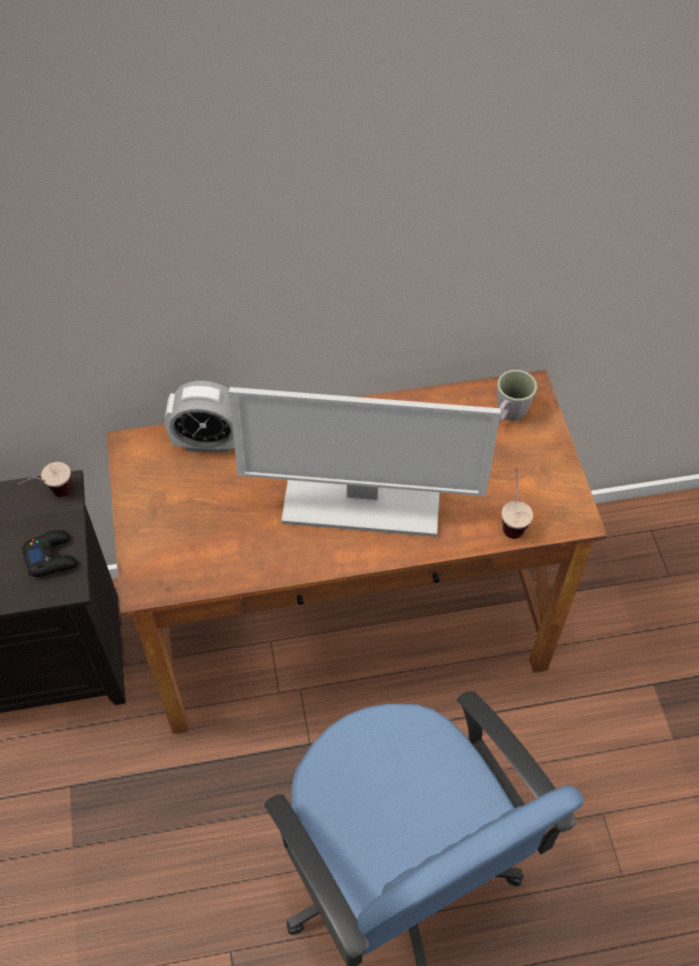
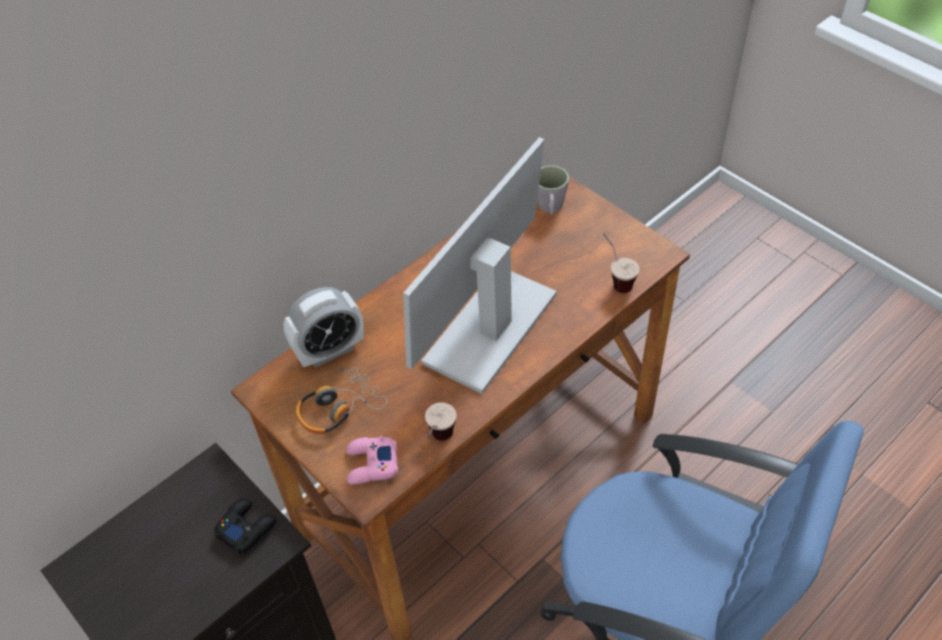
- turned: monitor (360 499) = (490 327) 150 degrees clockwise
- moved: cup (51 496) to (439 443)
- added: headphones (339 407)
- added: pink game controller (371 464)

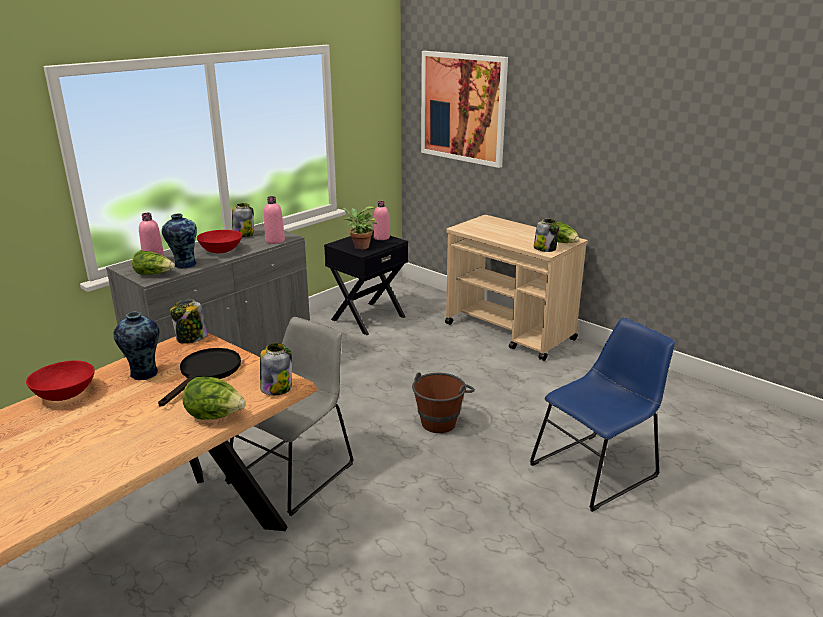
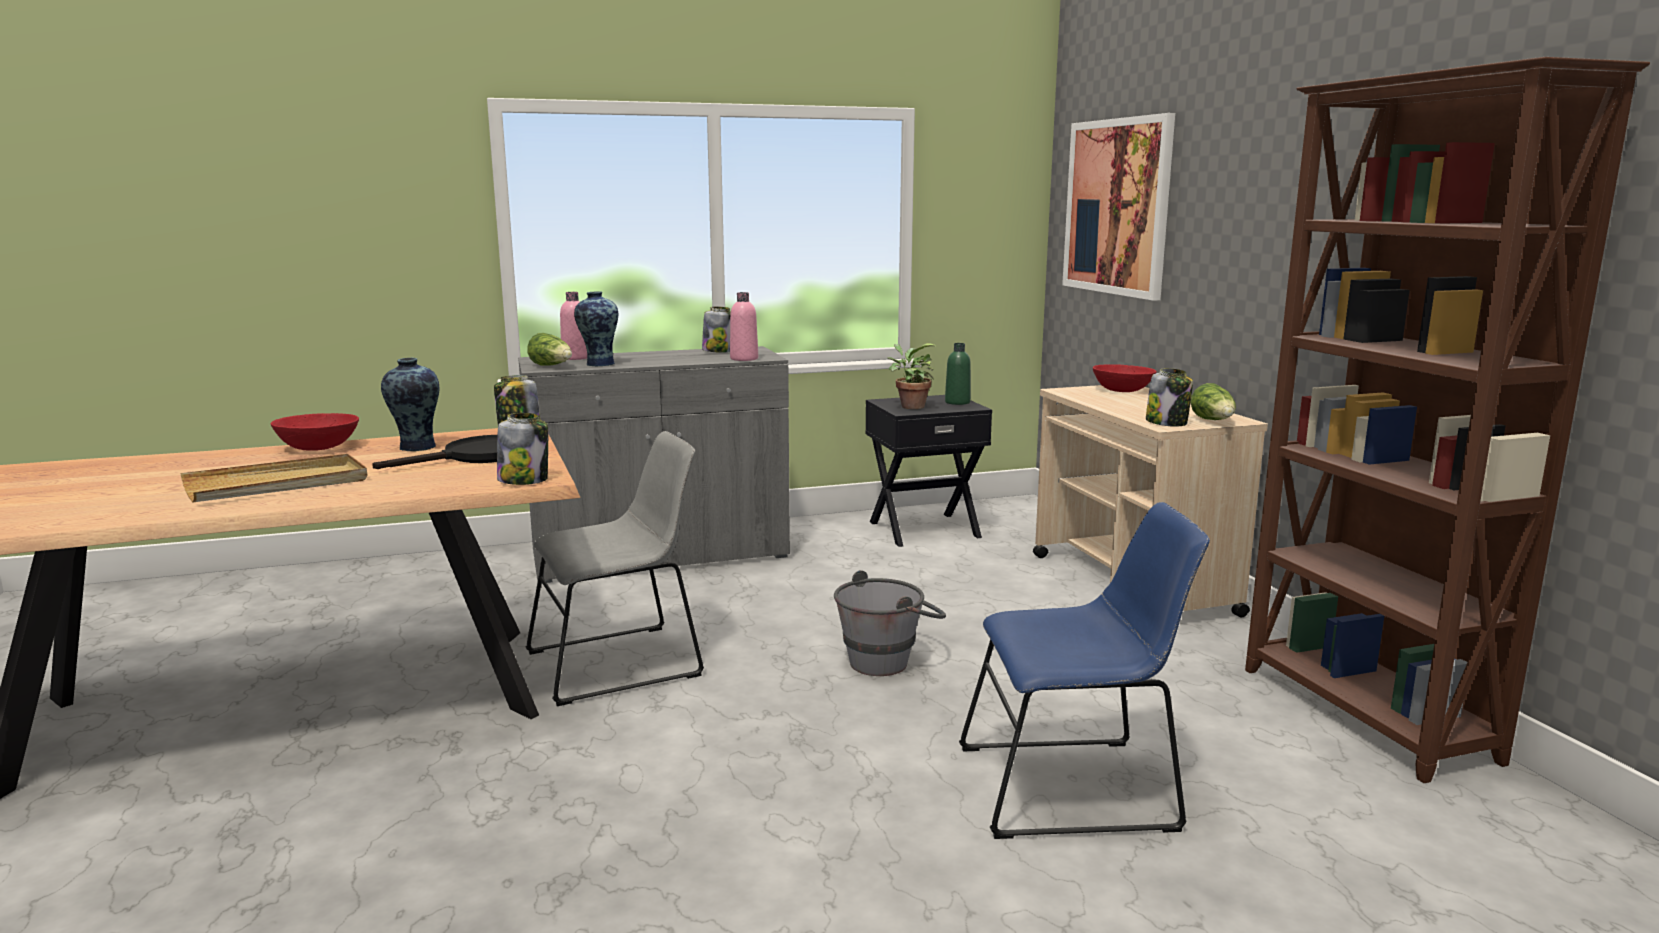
- recoloured: pink bottle (381 238) to green bottle (957 402)
- moved: red bowl (221 251) to (1122 390)
- recoloured: brown bucket (441 419) to grey bucket (889 660)
- removed: lettuce (215 416)
- added: brown bookcase (1364 715)
- added: beige tray (278 484)

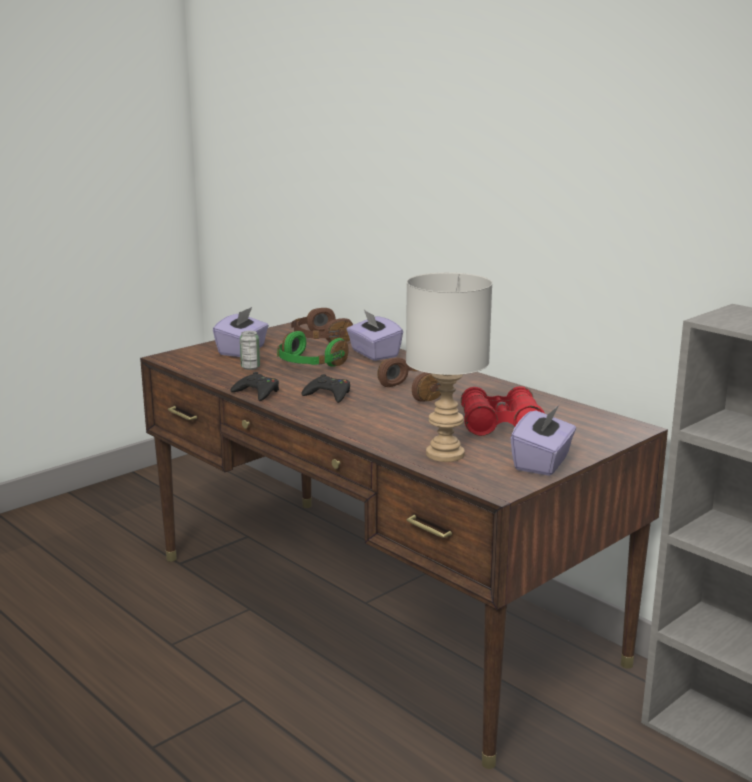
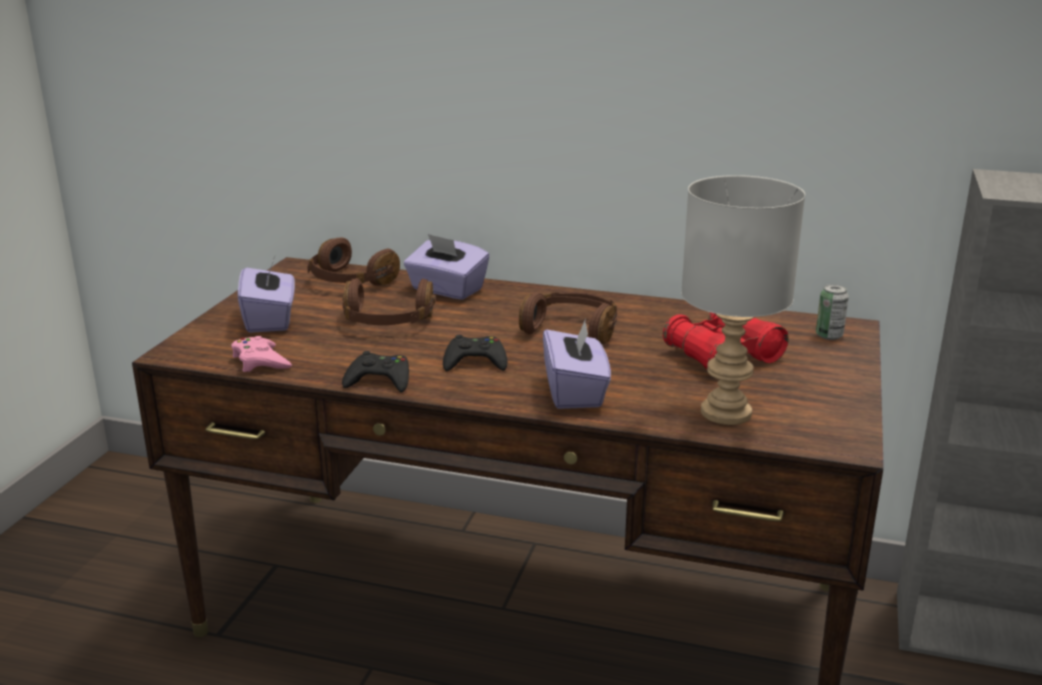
- moved: can (250 367) to (829 335)
- recoloured: green headphones (309 364) to brown headphones (388 322)
- moved: purple tissue box (542 463) to (575 392)
- added: pink game controller (260 361)

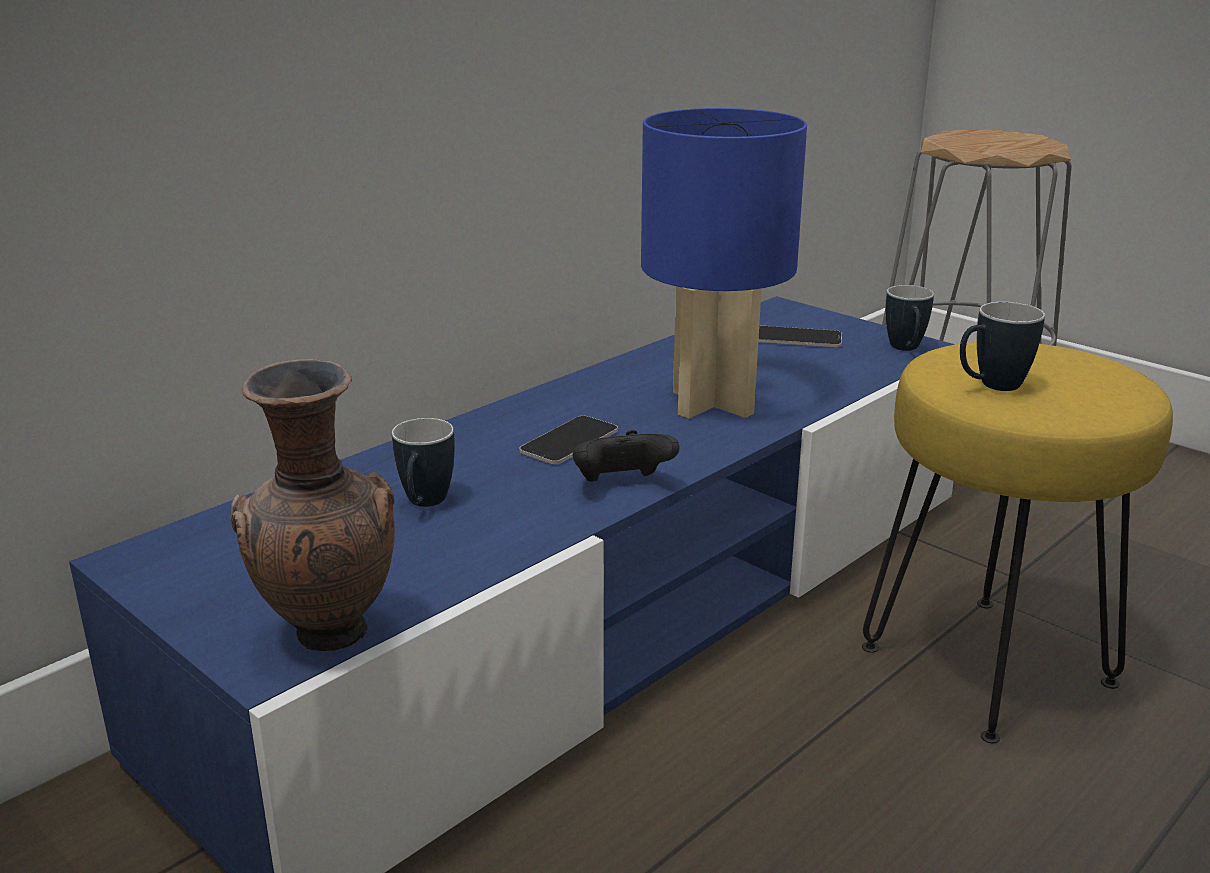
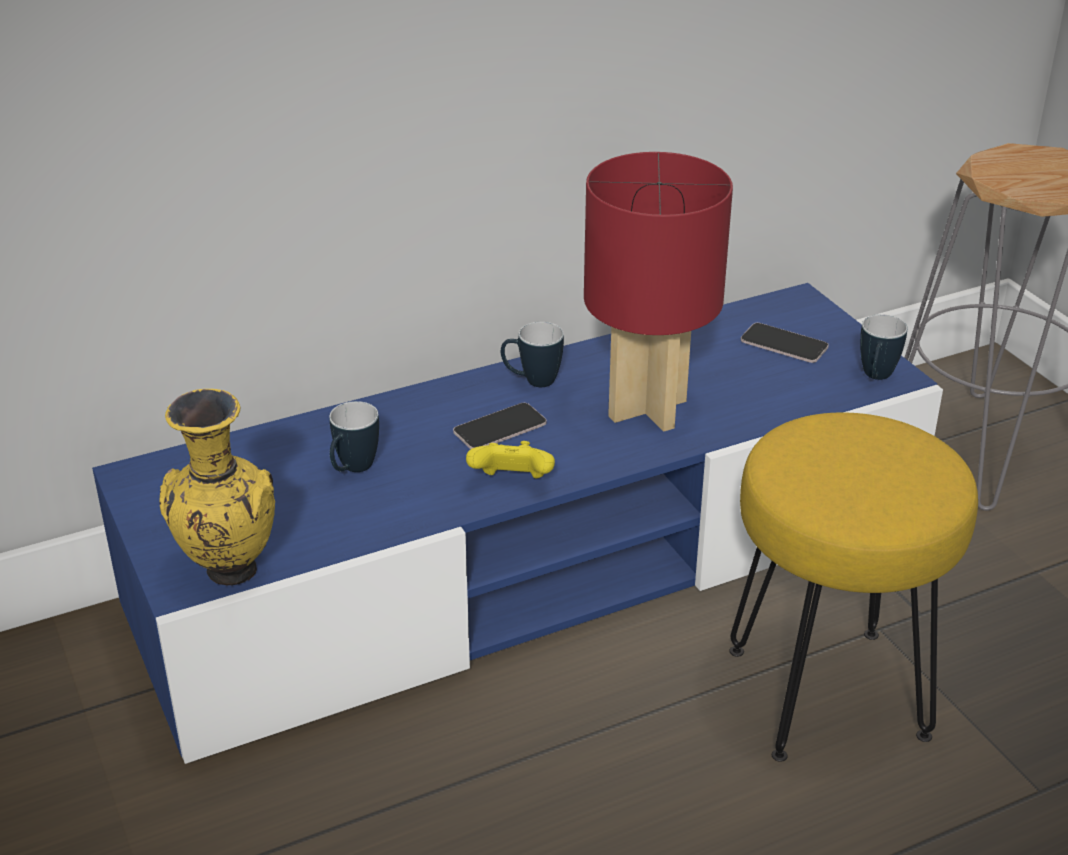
- recoloured: blue table lamp (712 404) to red table lamp (646 409)
- moved: mug (990 387) to (532 381)
- recoloured: brown vase (328 637) to yellow vase (228 573)
- recoloured: black game controller (622 485) to yellow game controller (512 483)

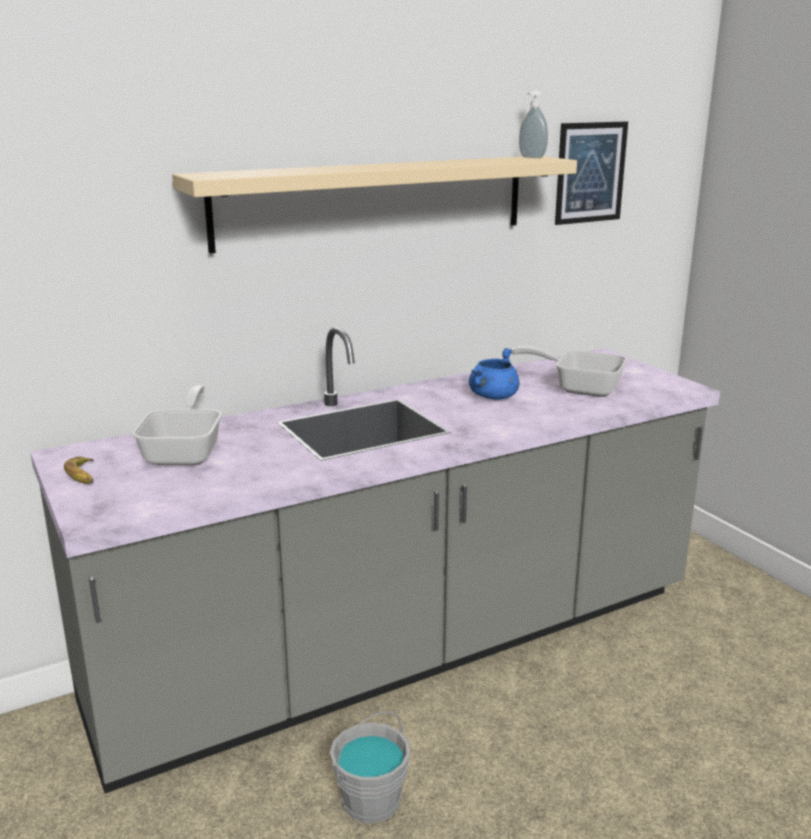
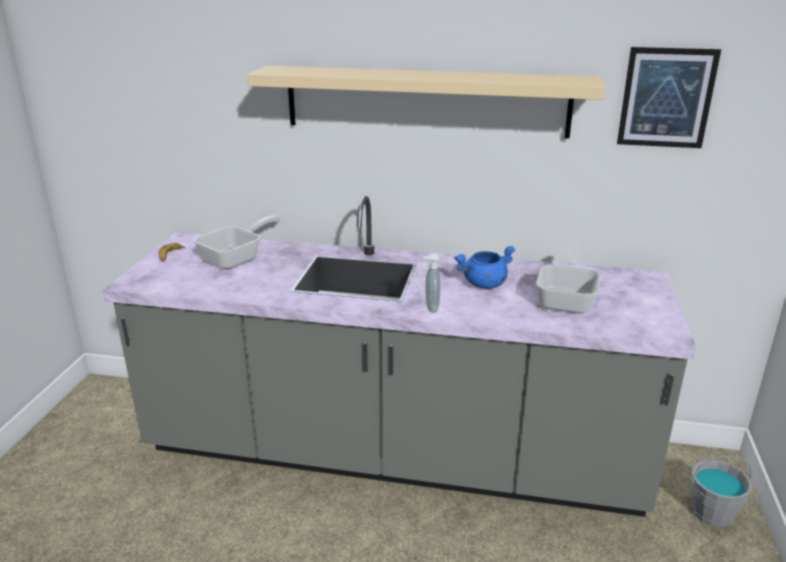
- moved: soap dispenser (531 157) to (430 308)
- turned: frying pan (579 387) = (567 299) 45 degrees clockwise
- moved: grey bucket (371 800) to (712 512)

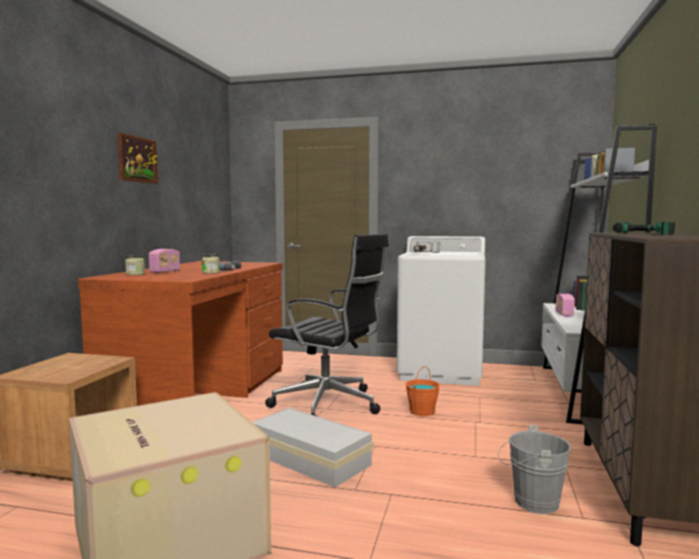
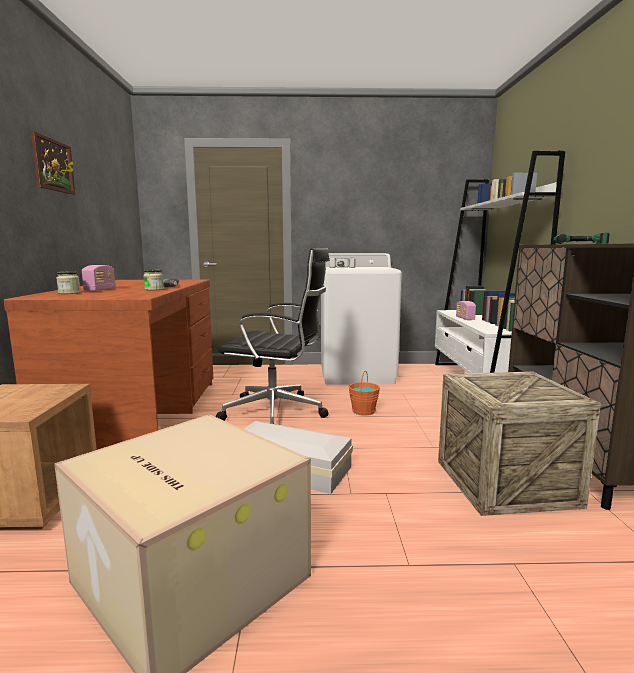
- replaced: grey bucket (531 502) to crate (505 483)

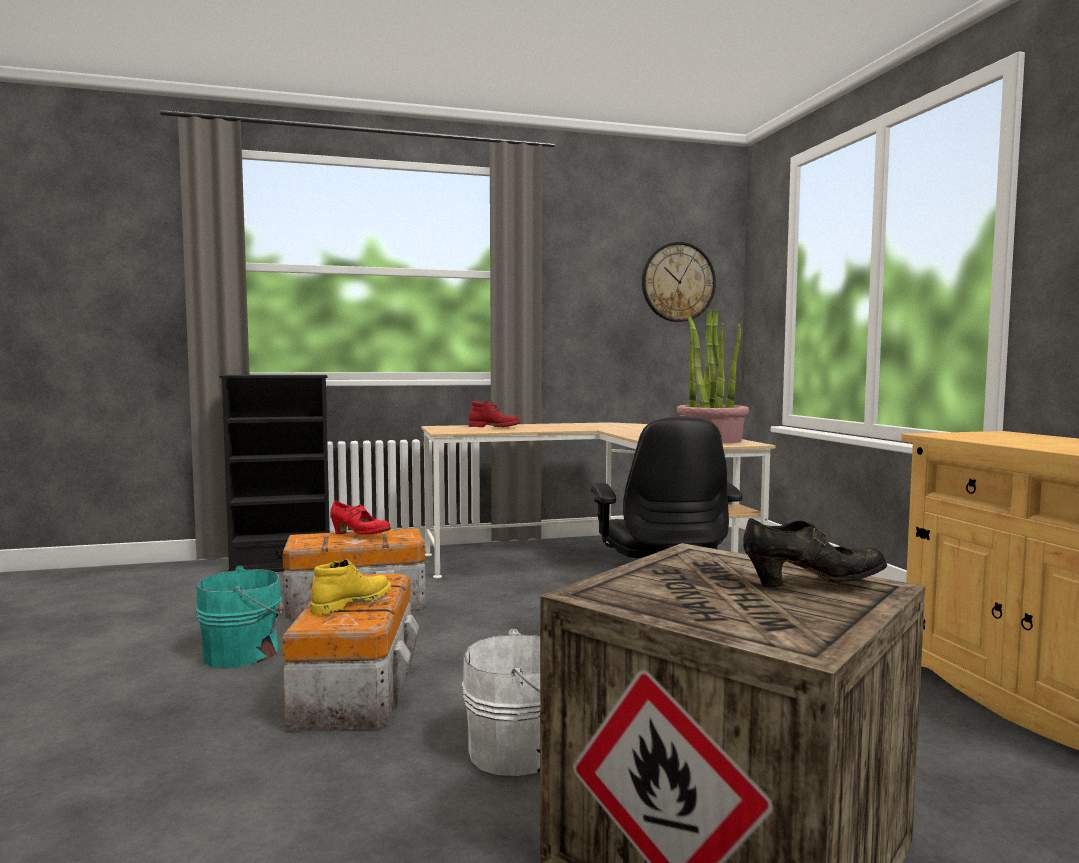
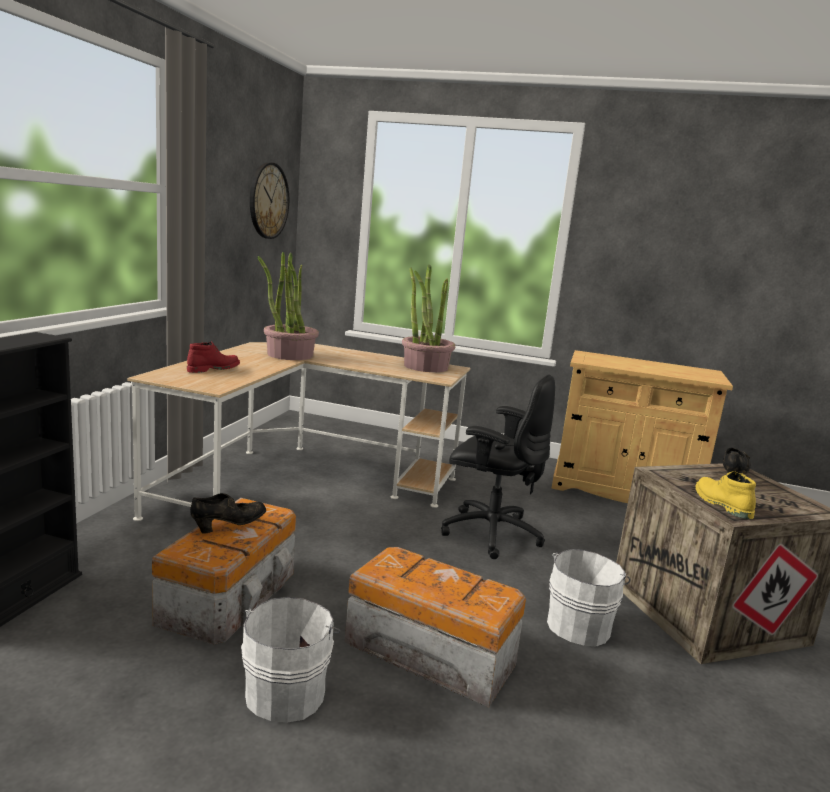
- recoloured: red shoe (359 535) to black shoe (229 526)
- moved: yellow boot (351 603) to (721 504)
- recoloured: turquoise bucket (245 653) to white bucket (287 691)
- added: potted plant (289 355)

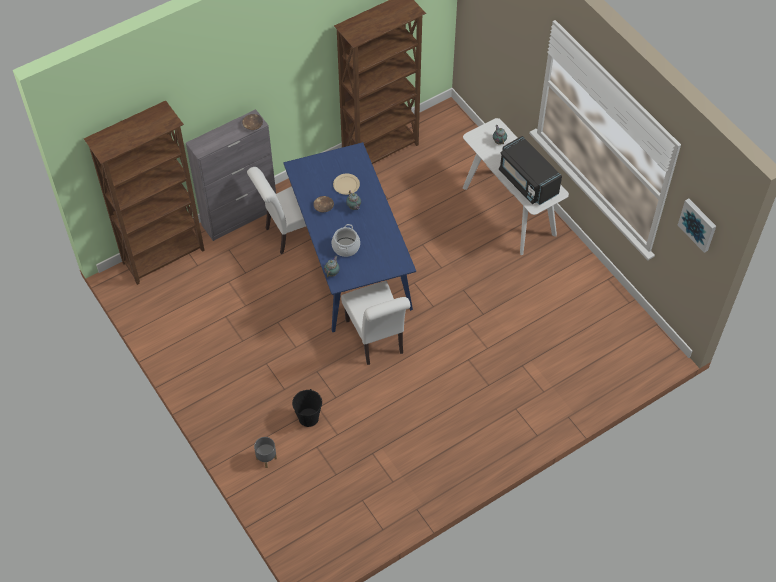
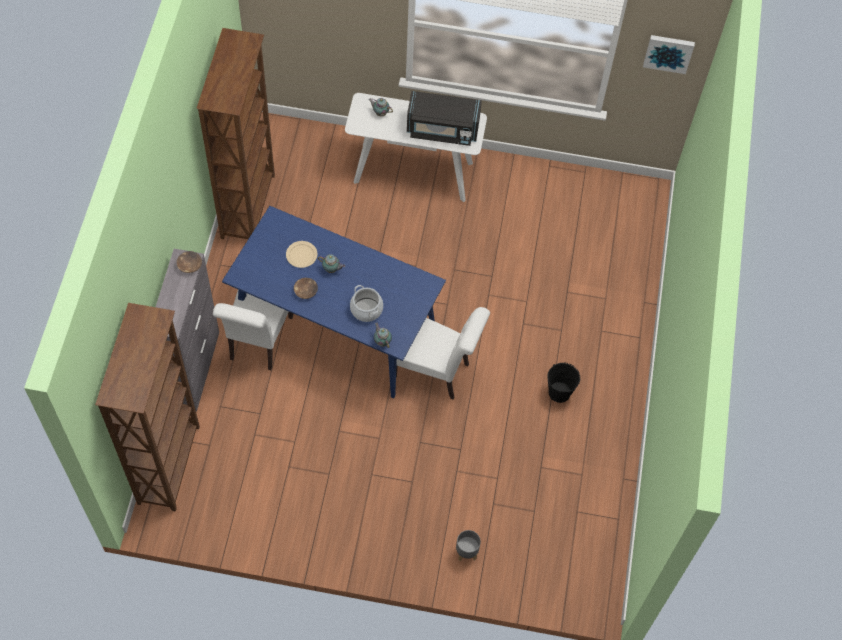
- moved: black bucket (308 417) to (559 392)

